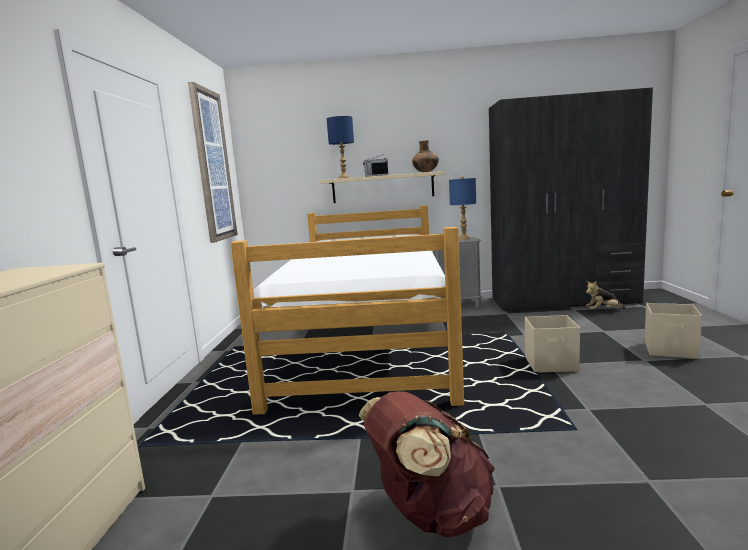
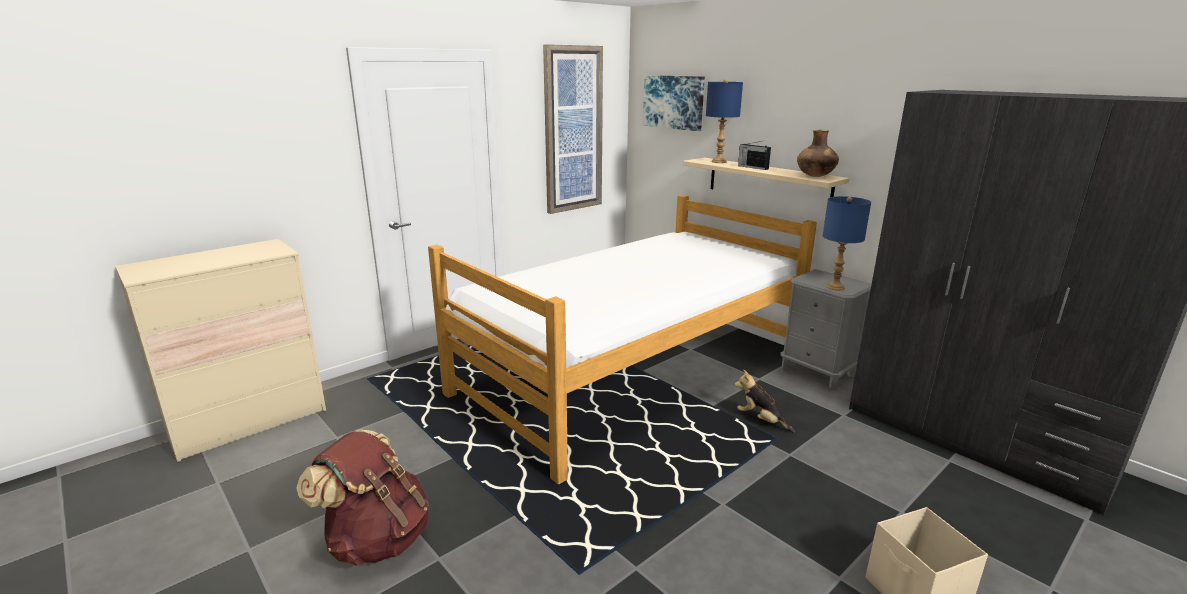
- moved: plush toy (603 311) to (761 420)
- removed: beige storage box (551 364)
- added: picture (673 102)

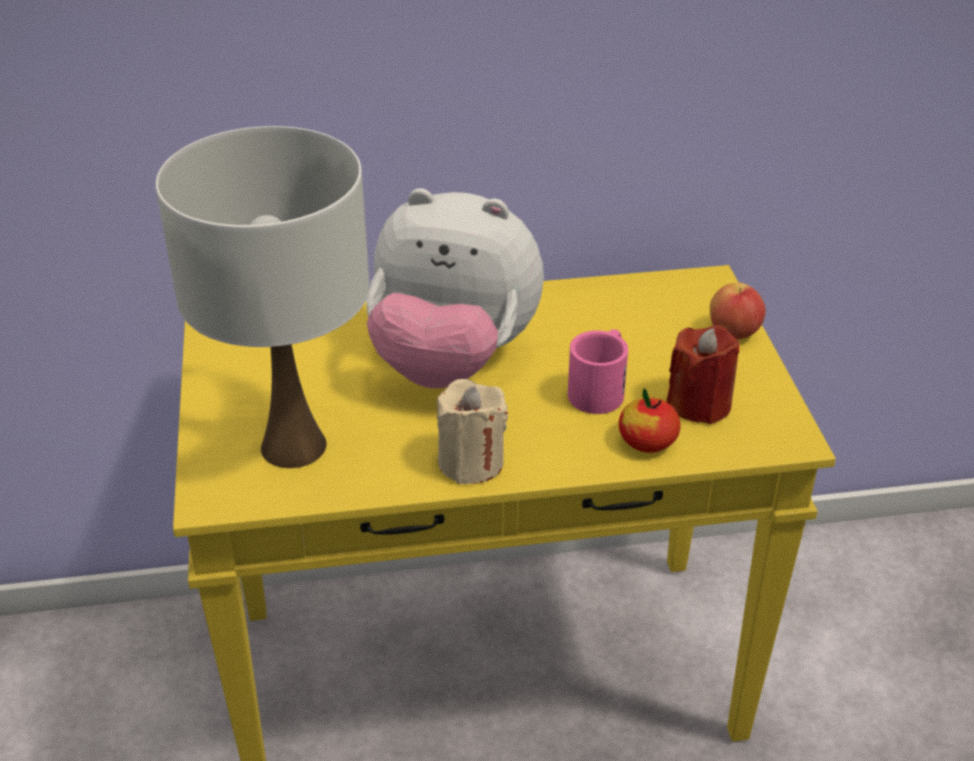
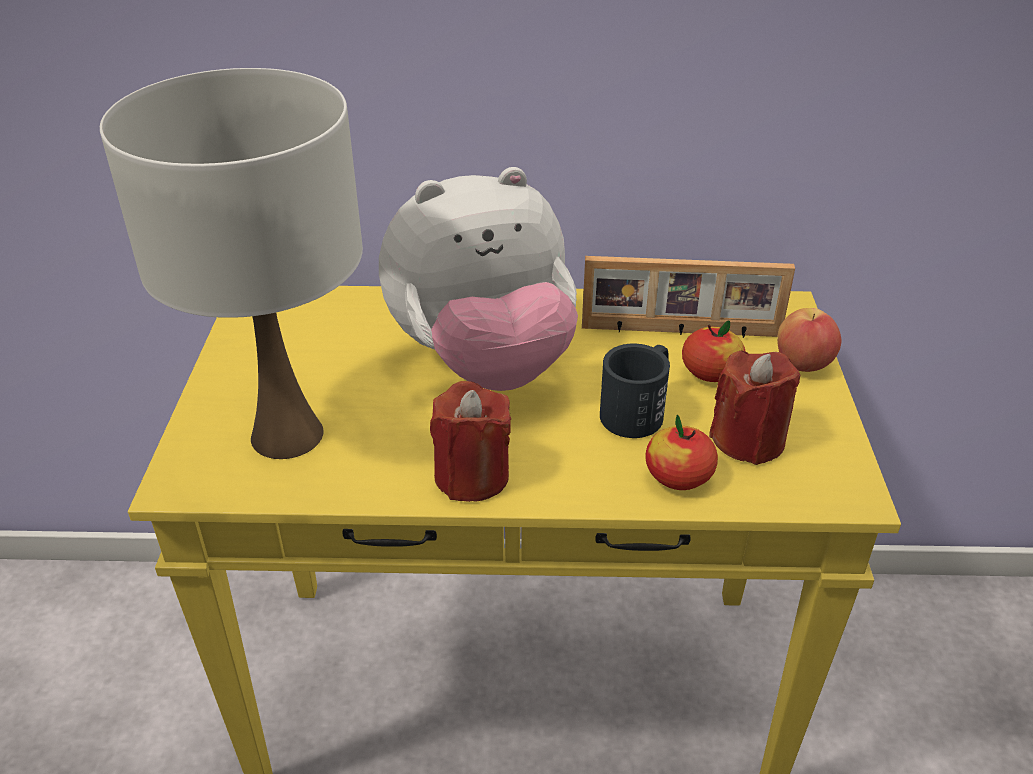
- turned: plush toy (452 362) = (484 364) 45 degrees counterclockwise
- recoloured: pink mug (600 388) to black mug (638 409)
- recoloured: beige candle (471 462) to red candle (472 476)
- added: picture frame (680 332)
- added: apple (710 372)

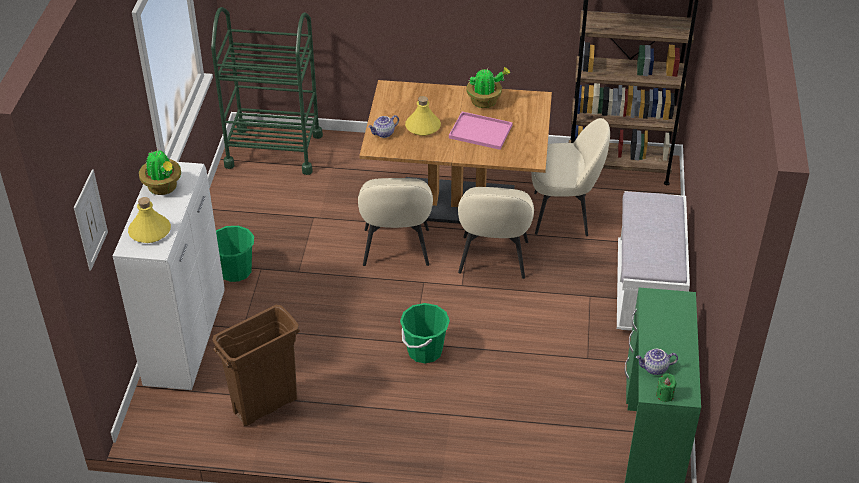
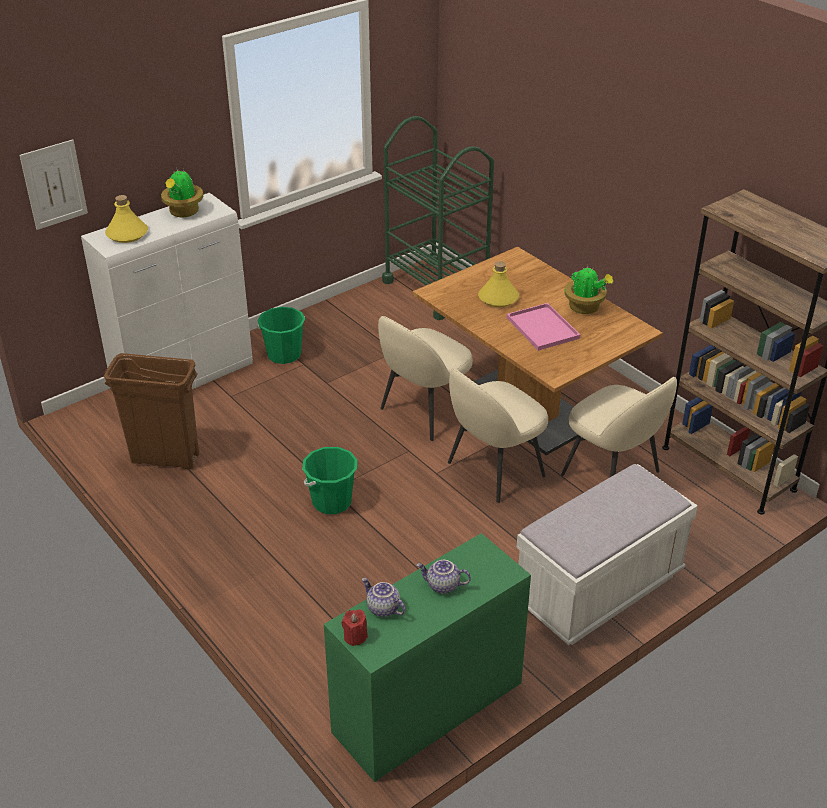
- moved: teapot (384 134) to (442 586)
- recoloured: green candle (665 395) to red candle (355 636)

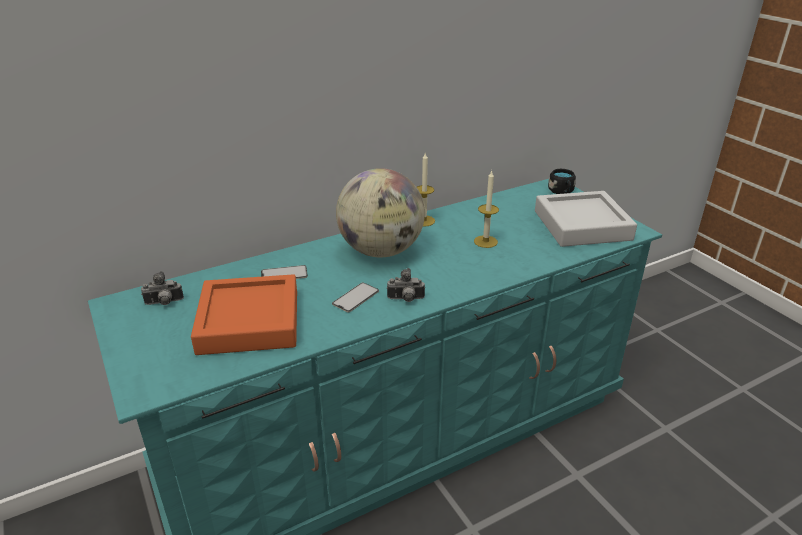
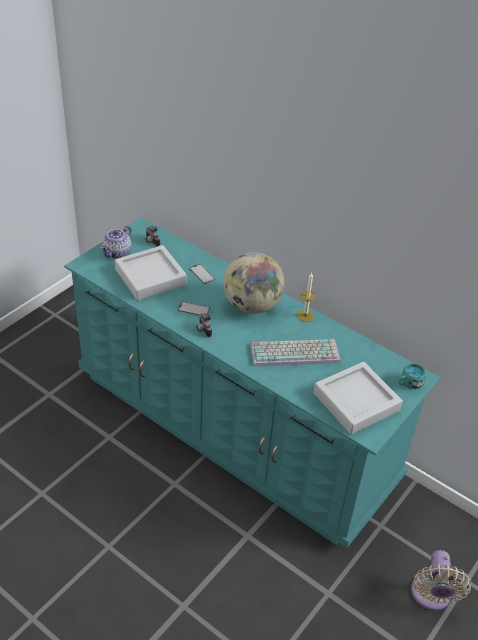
- recoloured: black mug (561 192) to turquoise mug (409 383)
- replaced: candle (485 241) to keyboard (295 352)
- recoloured: orange tray (249 322) to grey tray (150 277)
- added: teapot (117 253)
- added: beige fan (431 596)

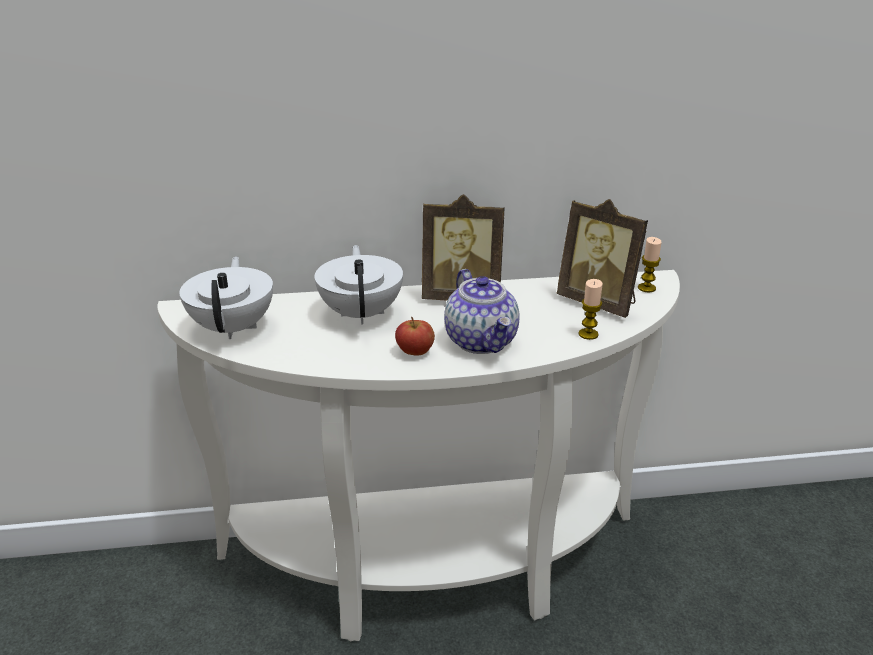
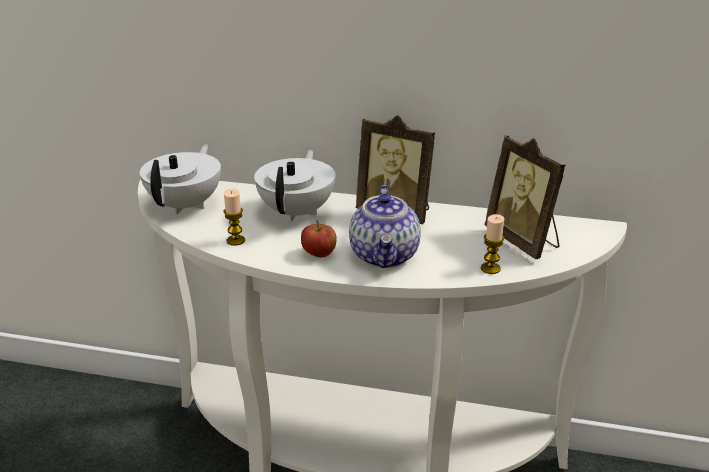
- moved: candle (646 288) to (235 240)

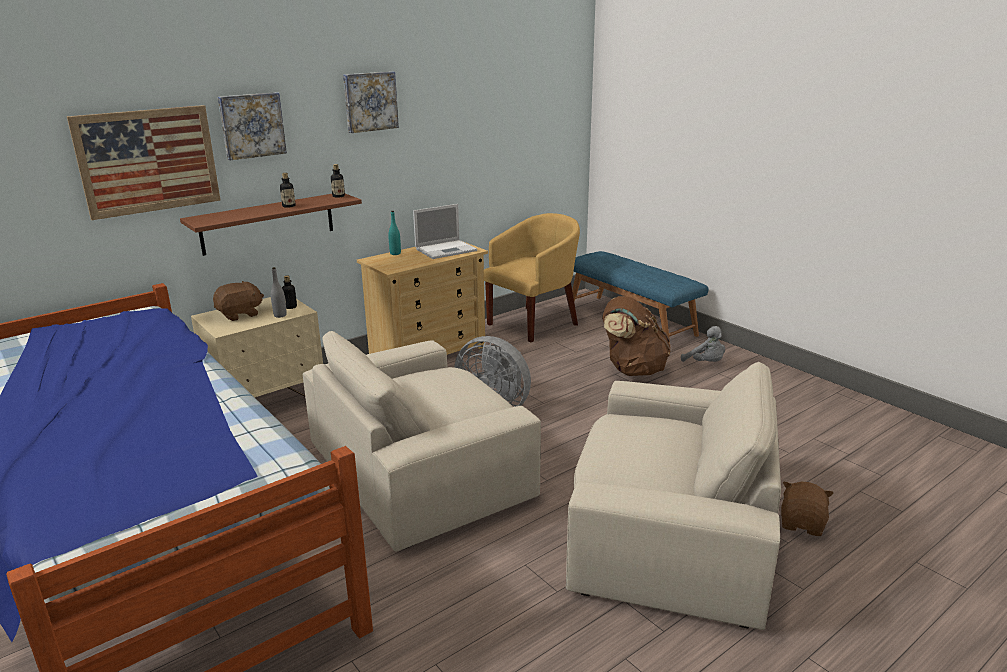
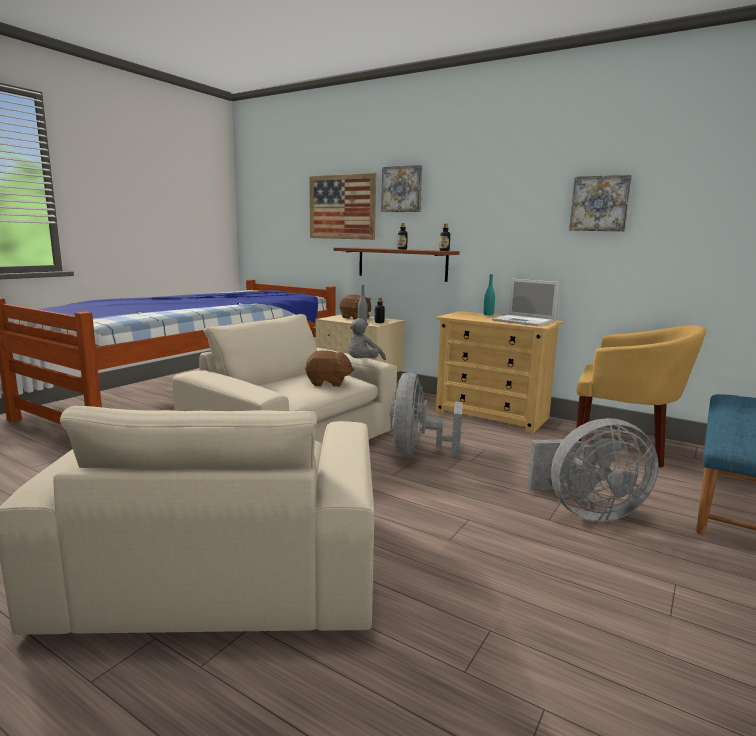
- moved: picture (370 101) to (600 204)
- replaced: brown backpack (632 370) to grey fan (587 512)
- moved: grey plush toy (705 363) to (363 363)
- moved: brown plush toy (802 524) to (328 383)

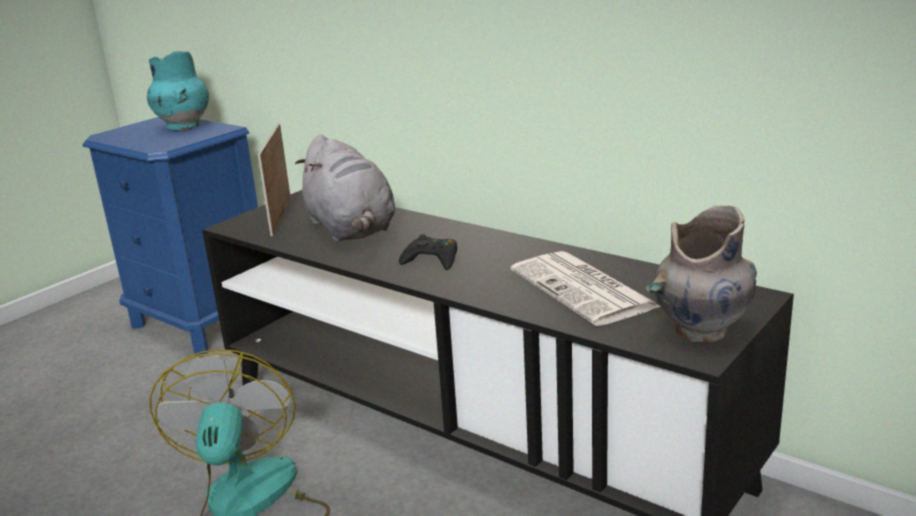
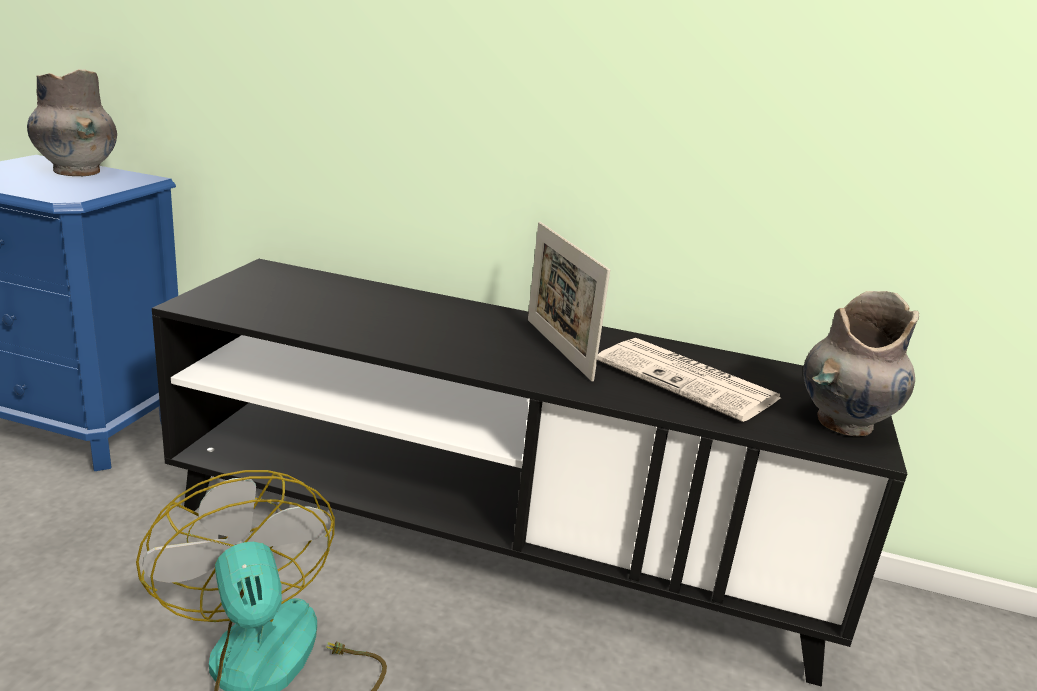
- recoloured: turquoise vase (183 126) to grey vase (77 172)
- moved: picture frame (281 215) to (558 348)
- removed: grey plush toy (351 230)
- removed: black game controller (432 259)

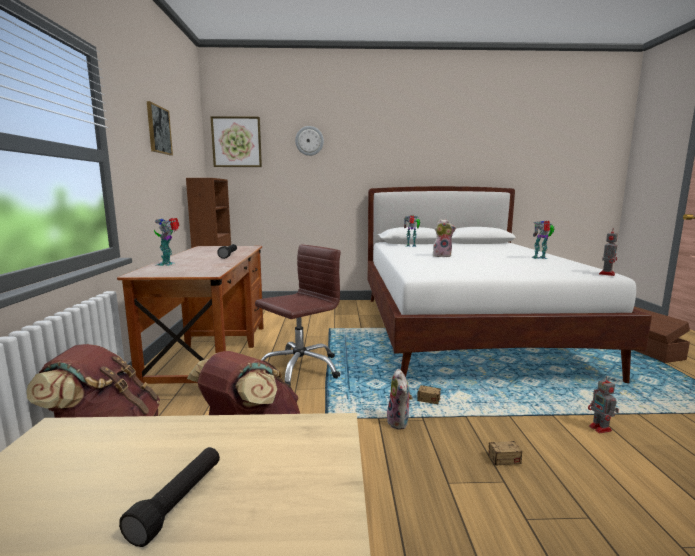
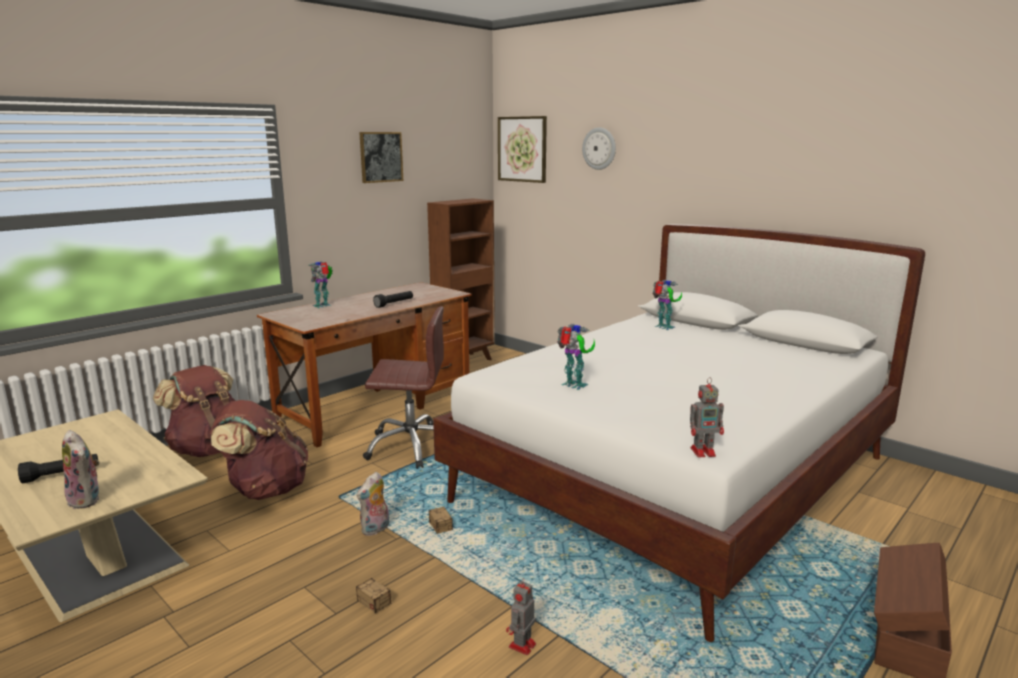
- moved: plush toy (442 256) to (87 500)
- moved: toy robot (540 258) to (574 386)

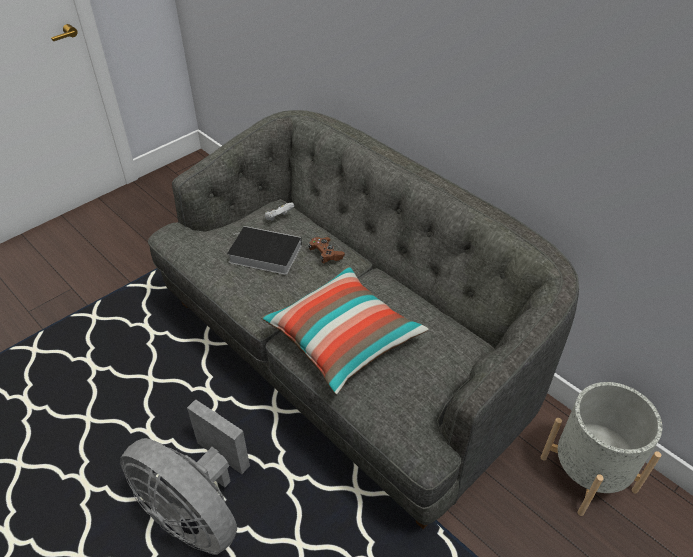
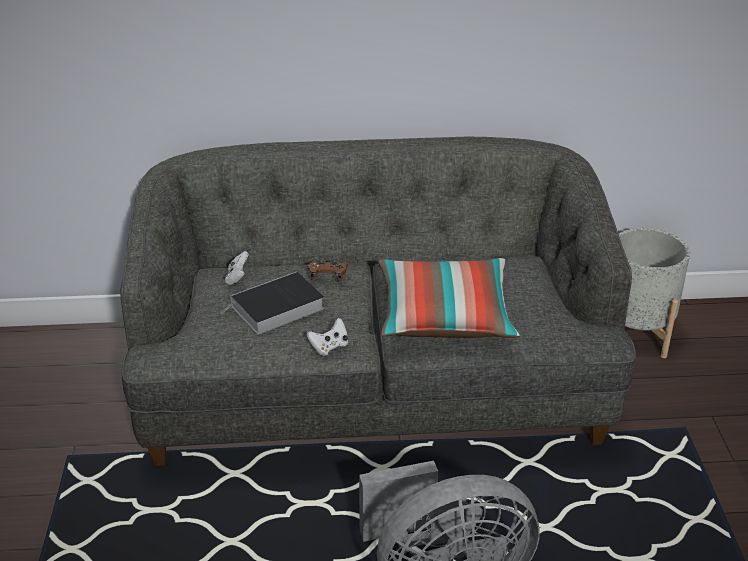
- added: white game controller (329 347)

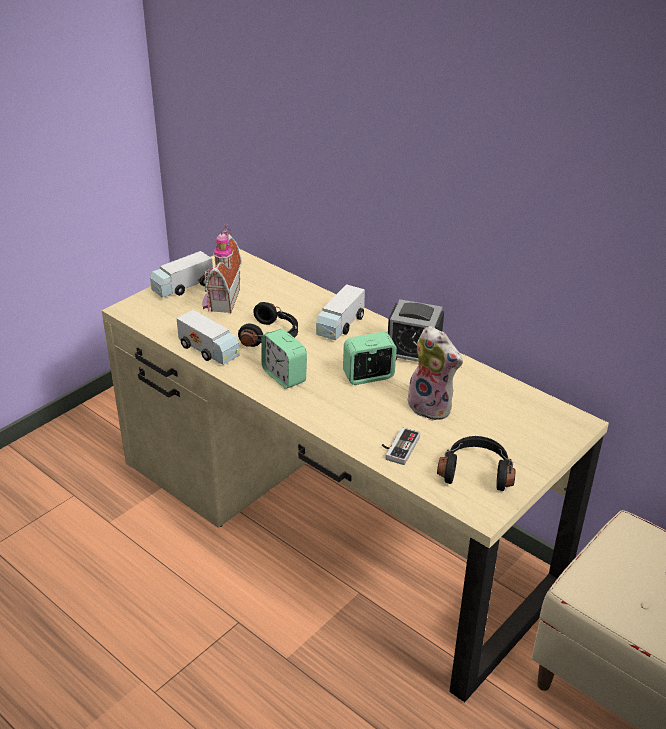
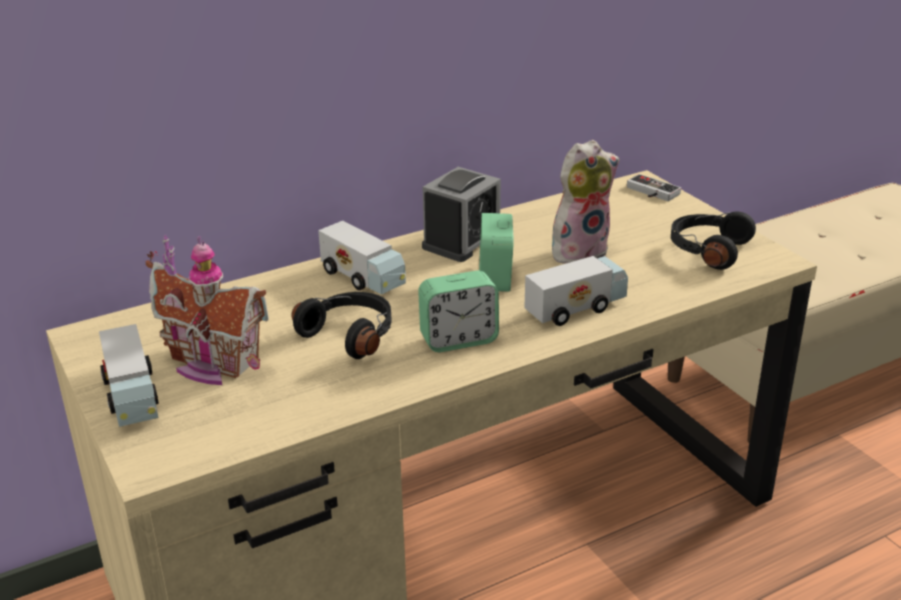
- moved: toy truck (209 350) to (576 307)
- moved: game controller (398 447) to (650 192)

